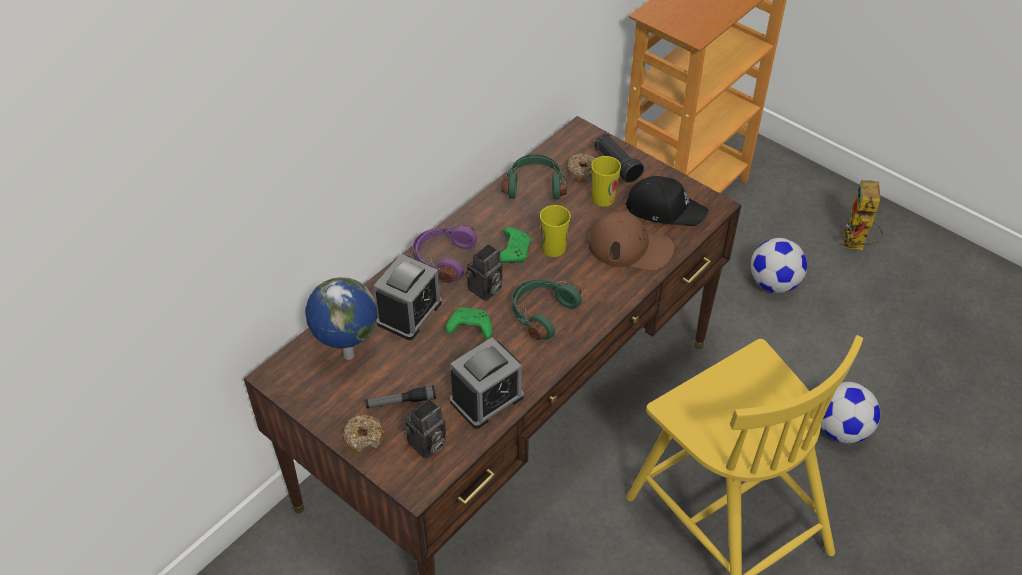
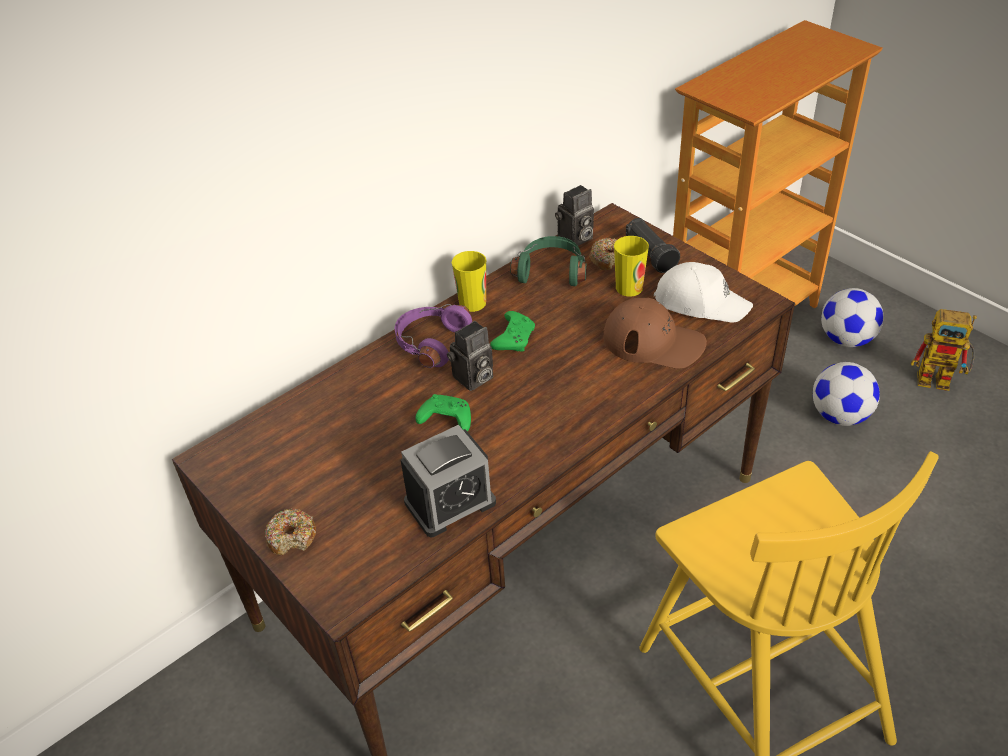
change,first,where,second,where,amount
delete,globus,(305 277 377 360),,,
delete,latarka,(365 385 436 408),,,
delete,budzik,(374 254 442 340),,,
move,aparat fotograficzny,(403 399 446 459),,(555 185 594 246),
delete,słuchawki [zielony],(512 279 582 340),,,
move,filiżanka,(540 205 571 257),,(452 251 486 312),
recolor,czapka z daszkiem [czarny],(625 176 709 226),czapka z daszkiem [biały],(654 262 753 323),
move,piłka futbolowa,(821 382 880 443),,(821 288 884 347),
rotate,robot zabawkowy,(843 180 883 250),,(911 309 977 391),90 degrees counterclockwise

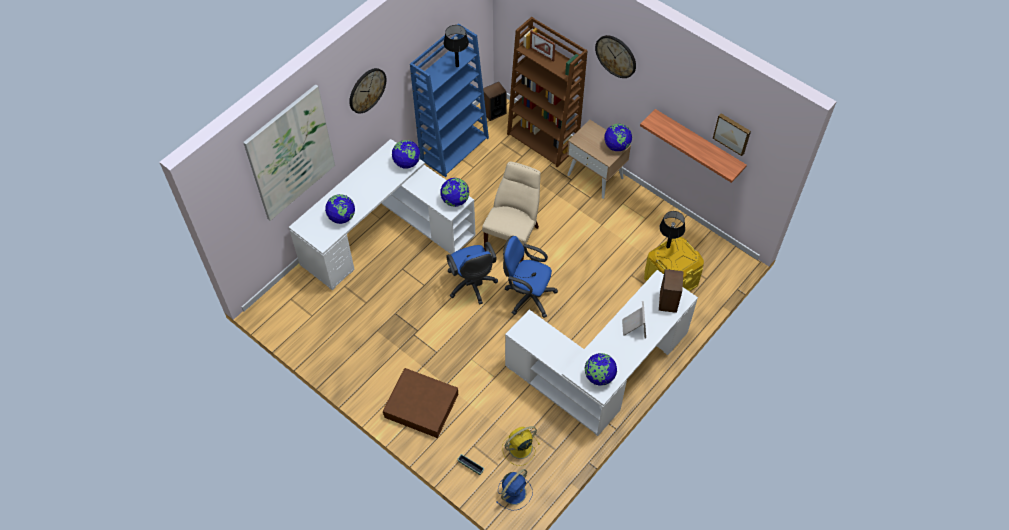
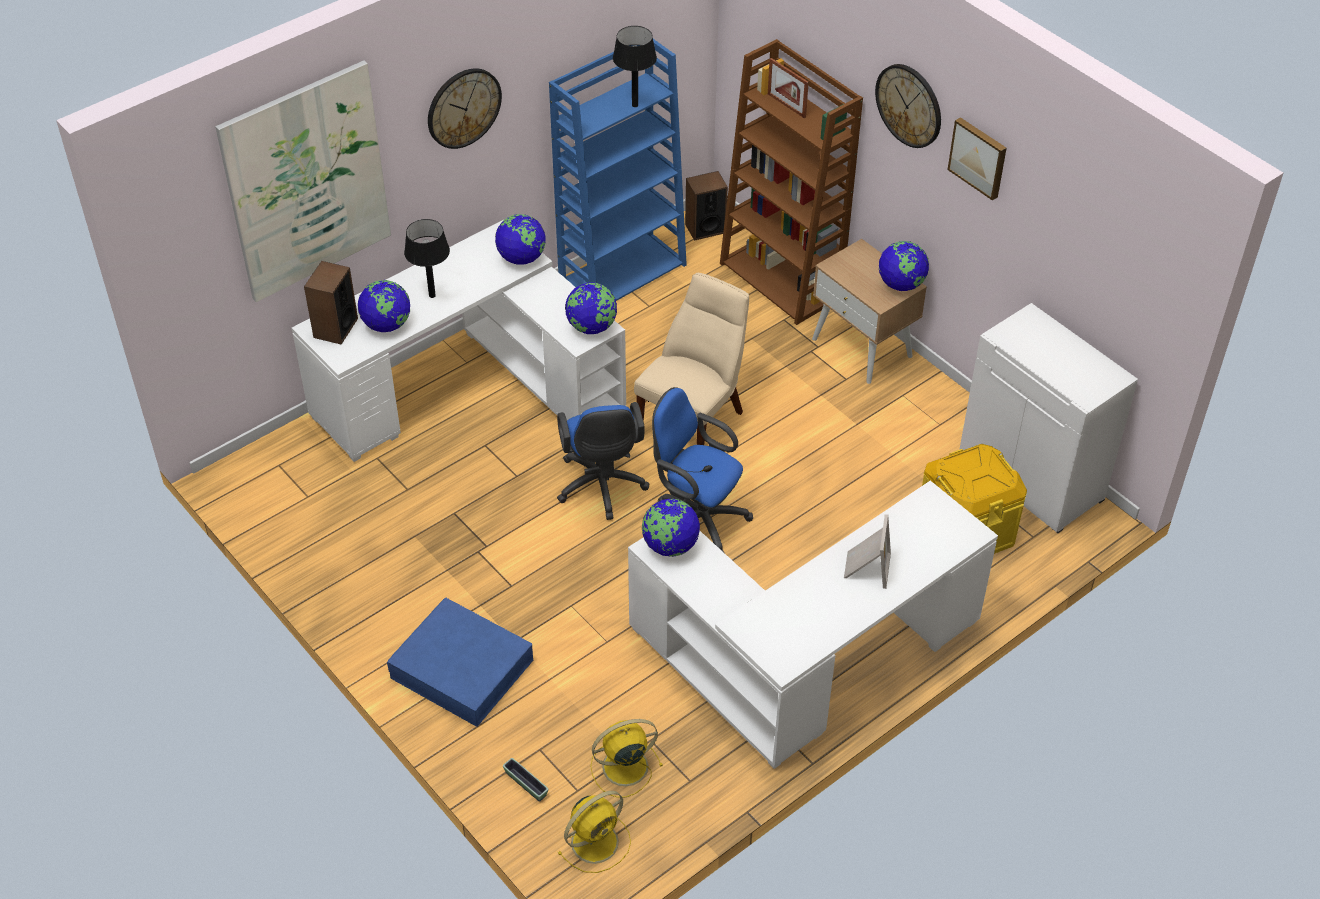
change,first,where,second,where,amount
recolor,pojemnik do przechowywania [brązowy],(383 368 459 438),pojemnik do przechowywania [niebieski],(387 598 534 727),
recolor,wentylator [niebieski],(496 469 533 511),wentylator [żółty],(558 791 631 873),
move,globus,(585 353 617 386),,(642 499 700 557),
delete,półka,(640 109 747 183),,,
move,lampa stołowa [czarny],(659 211 685 248),,(404 219 450 298),
move,głośnik,(659 269 684 313),,(304 261 358 345),
move,obraz,(713 114 751 156),,(948 117 1007 200),
insert,,,szafka [biały],(959 303 1138 533),

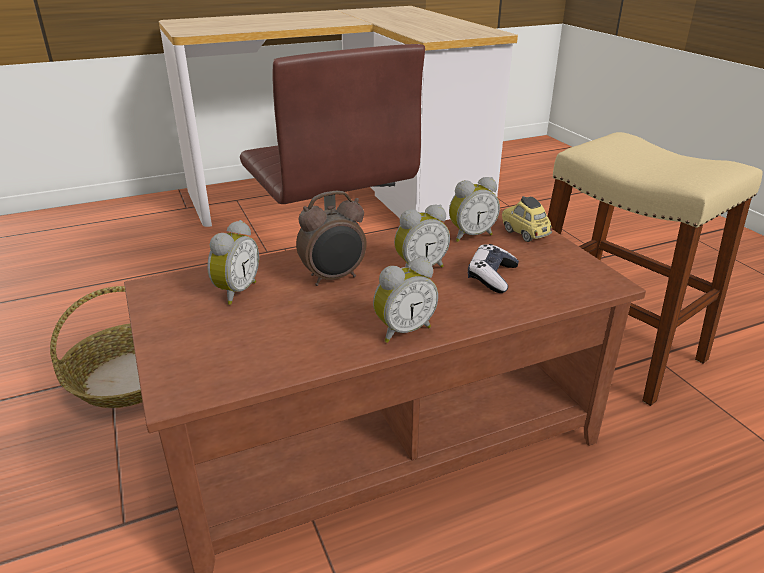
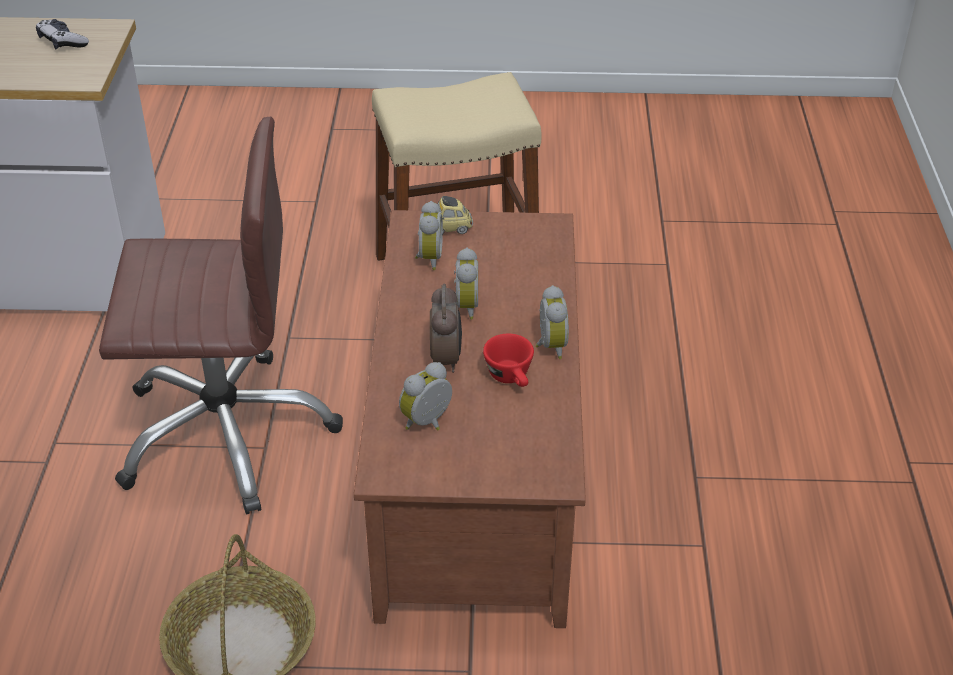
change,first,where,second,where,amount
rotate,budzik,(207 220 259 305),,(399 362 452 431),90 degrees counterclockwise
move,pad do gier,(468 244 519 293),,(36 19 89 49),
insert,,,filiżanka [czerwony],(483 334 534 387),

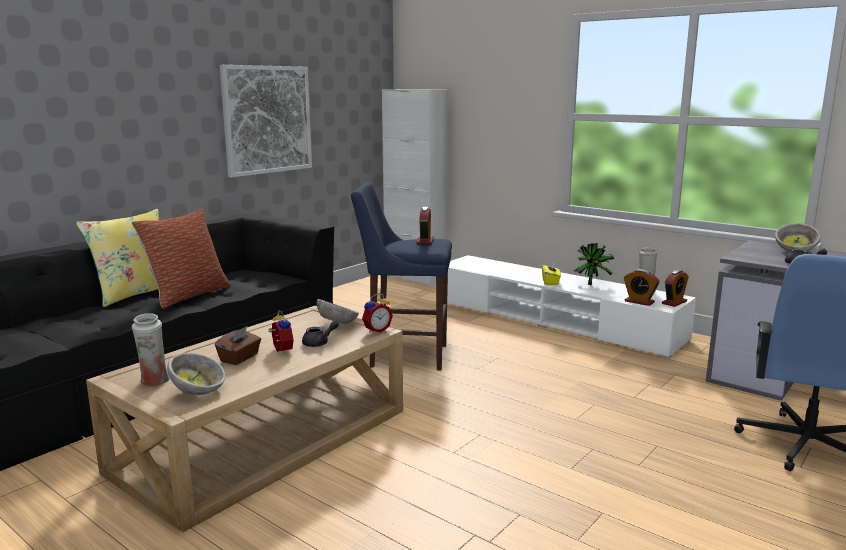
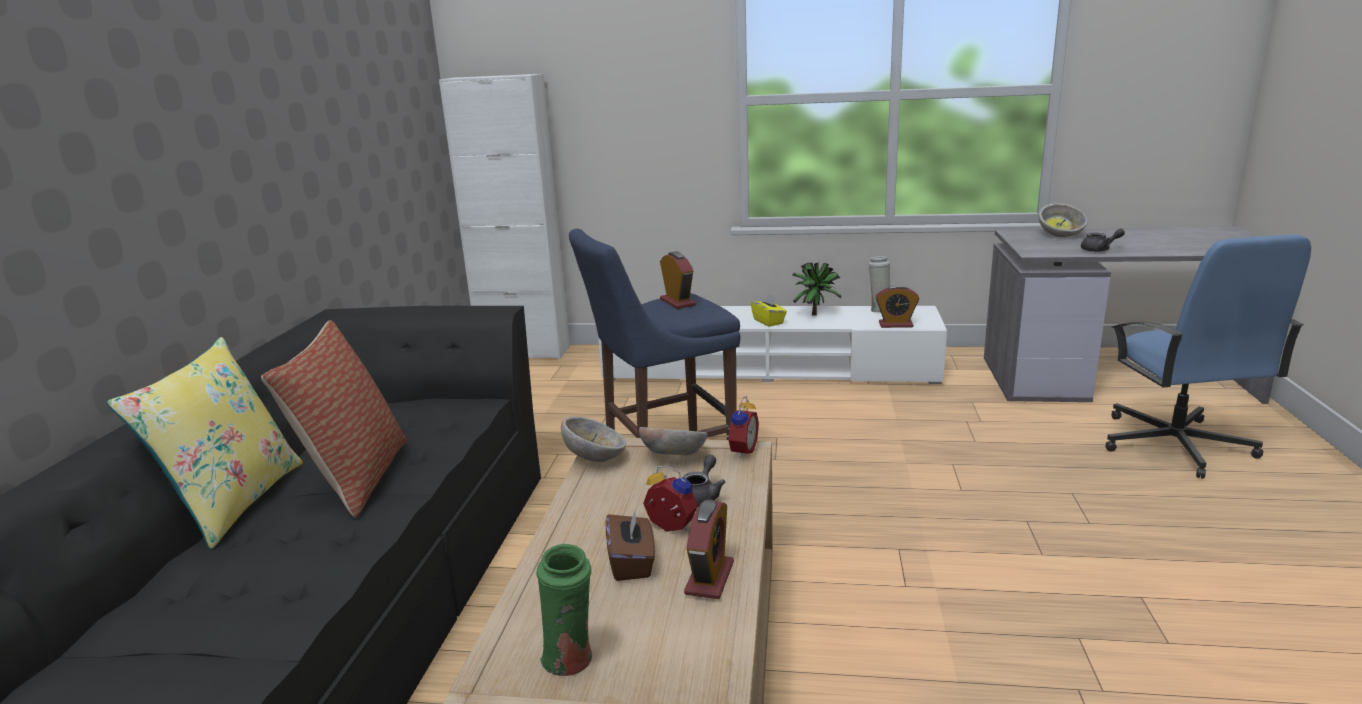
change,first,where,second,where,amount
recolor,wazon [biały],(132 313 170 386),wazon [zielony],(536 544 592 676),
move,miska,(167 353 225 395),,(561 416 626 462),
delete,obraz,(220 65 312 177),,,
move,budzik,(662 270 689 307),,(684 499 734 599),

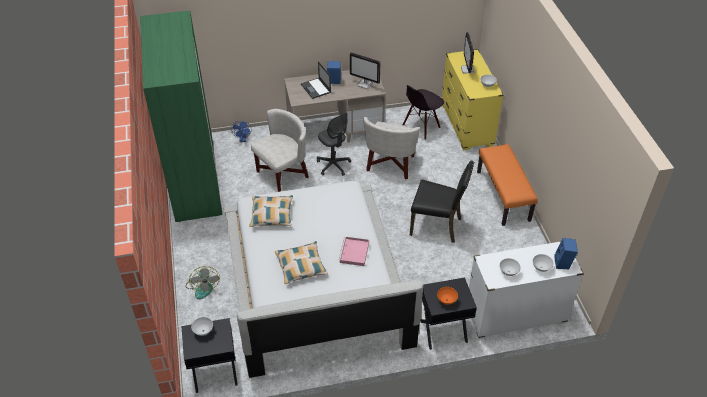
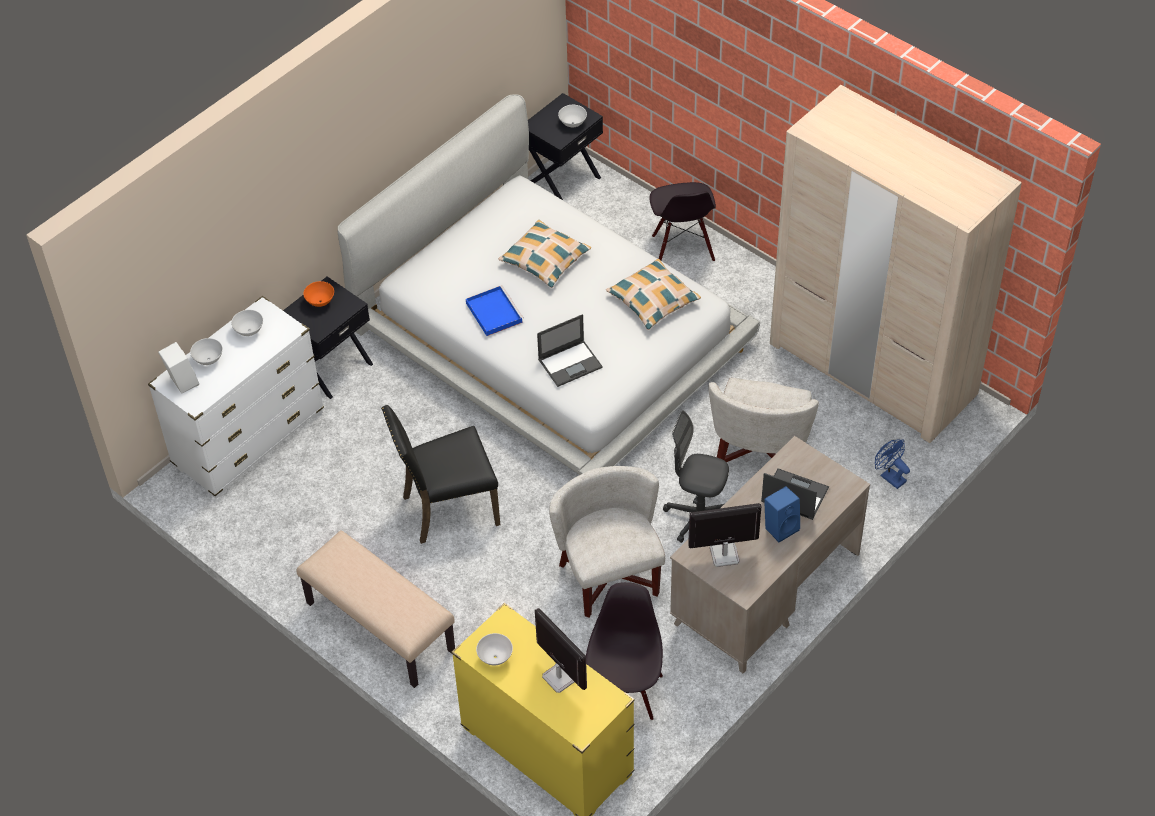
change,first,where,second,where,amount
recolor,szafa [zielony],(140 10 223 222),szafa [beżowy],(770 85 1022 443),
replace,wentylator,(185 266 220 299),krzesło [czarny],(650 182 716 262),
recolor,taca [różowy],(338 237 369 266),taca [niebieski],(466 285 524 336),
recolor,ławka [pomarańczowy],(477 144 538 226),ławka [beżowy],(297 530 455 688),
recolor,głośnik [niebieski],(554 238 578 270),głośnik [biały],(158 342 199 394),
insert,,,laptop,(537 314 603 387),

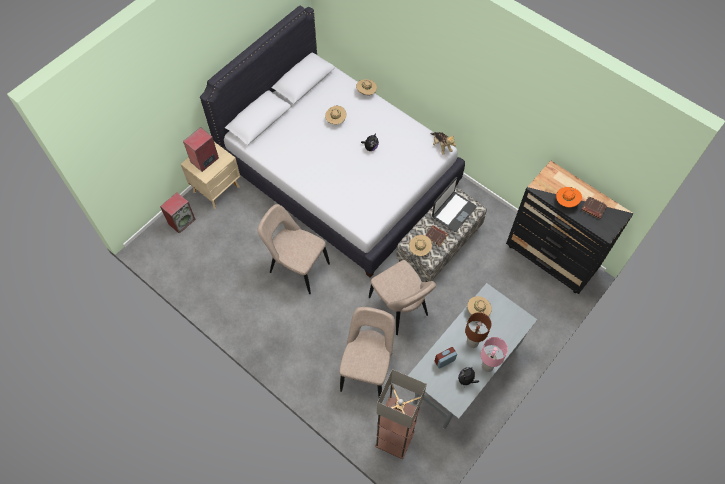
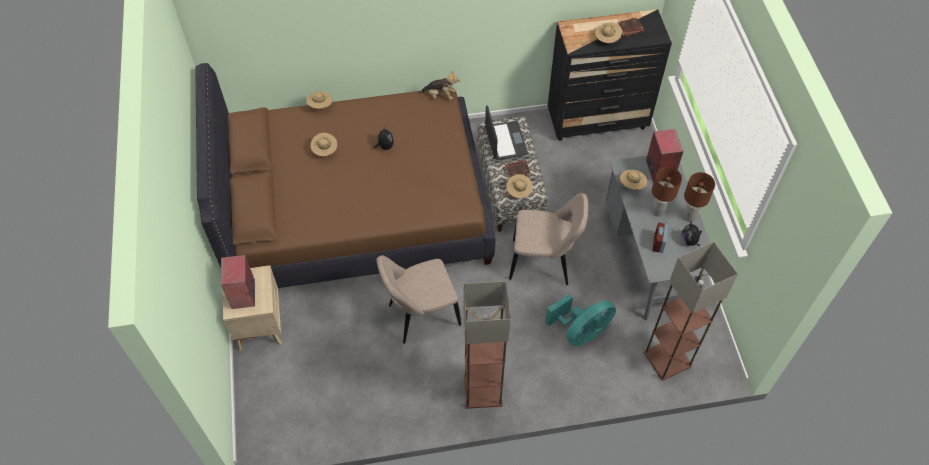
change,first,where,second,where,amount
move,głośnik,(160 192 196 234),,(646 129 684 182),
recolor,łóżko [biały],(200 5 465 278),łóżko [brązowy],(196 63 496 288),
replace,krzesło [beżowy],(339 307 395 397),wentylator [turkusowy],(545 294 616 346),
recolor,lampa stołowa [różowy],(481 337 508 372),lampa stołowa [brązowy],(683 172 715 222),
recolor,kapelusz [pomarańczowy],(556 187 582 207),kapelusz [beżowy],(595 22 622 43),
insert,,,lampa stojąca,(463 281 511 409),

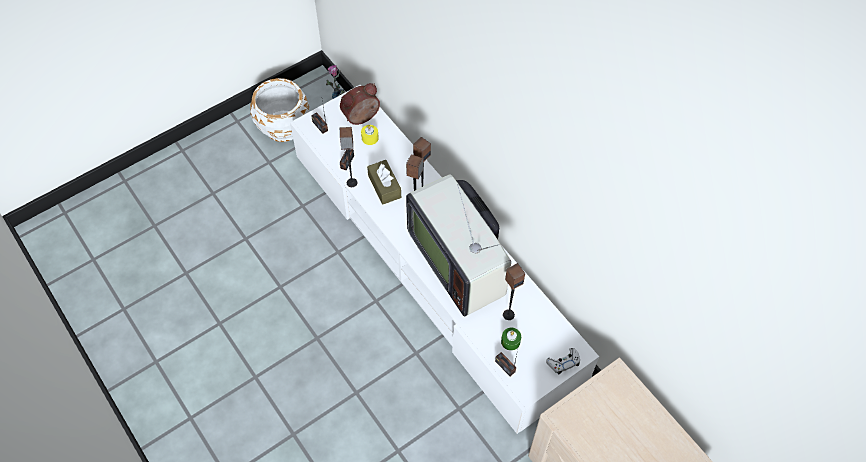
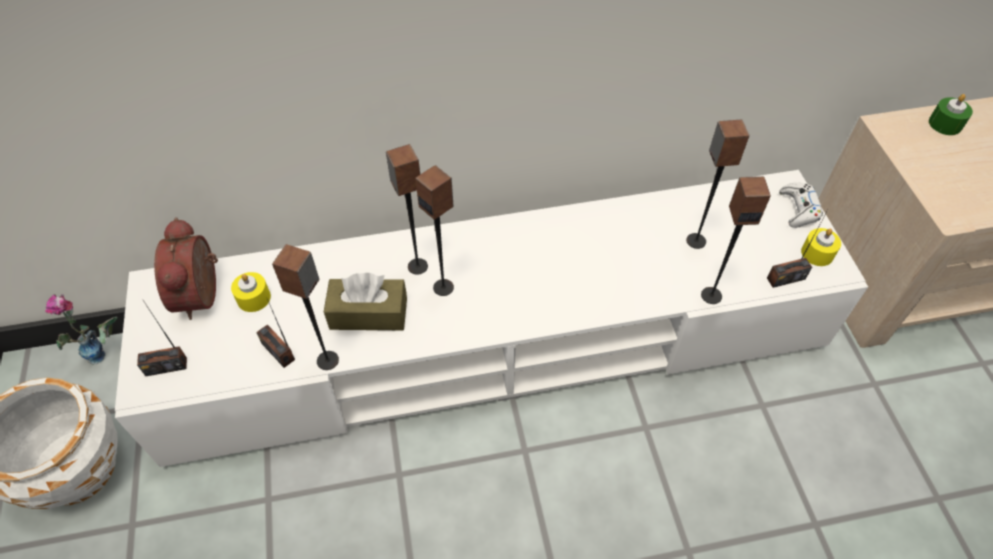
change,first,where,second,where,amount
delete,telewizor,(406 174 511 316),,,
move,świeca [zielony],(501 328 521 351),,(929 94 973 135),
insert,,,głośnik,(701 176 771 304),
insert,,,świeca [żółty],(801 228 841 266),

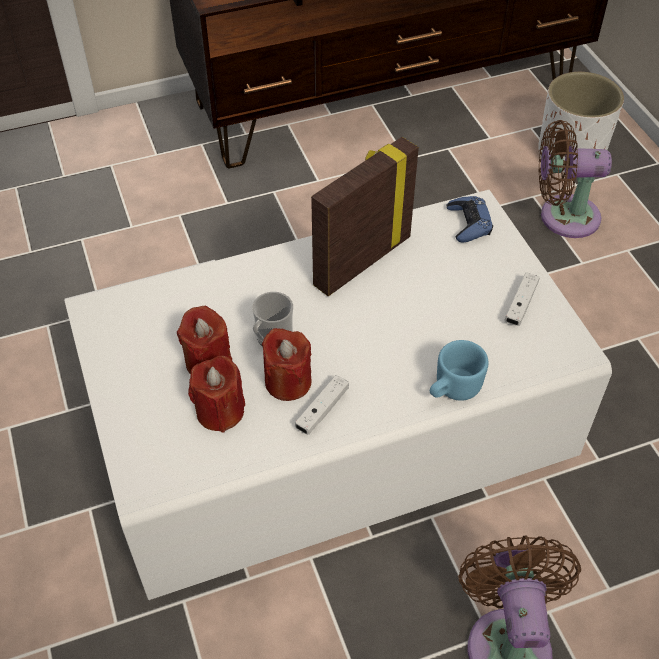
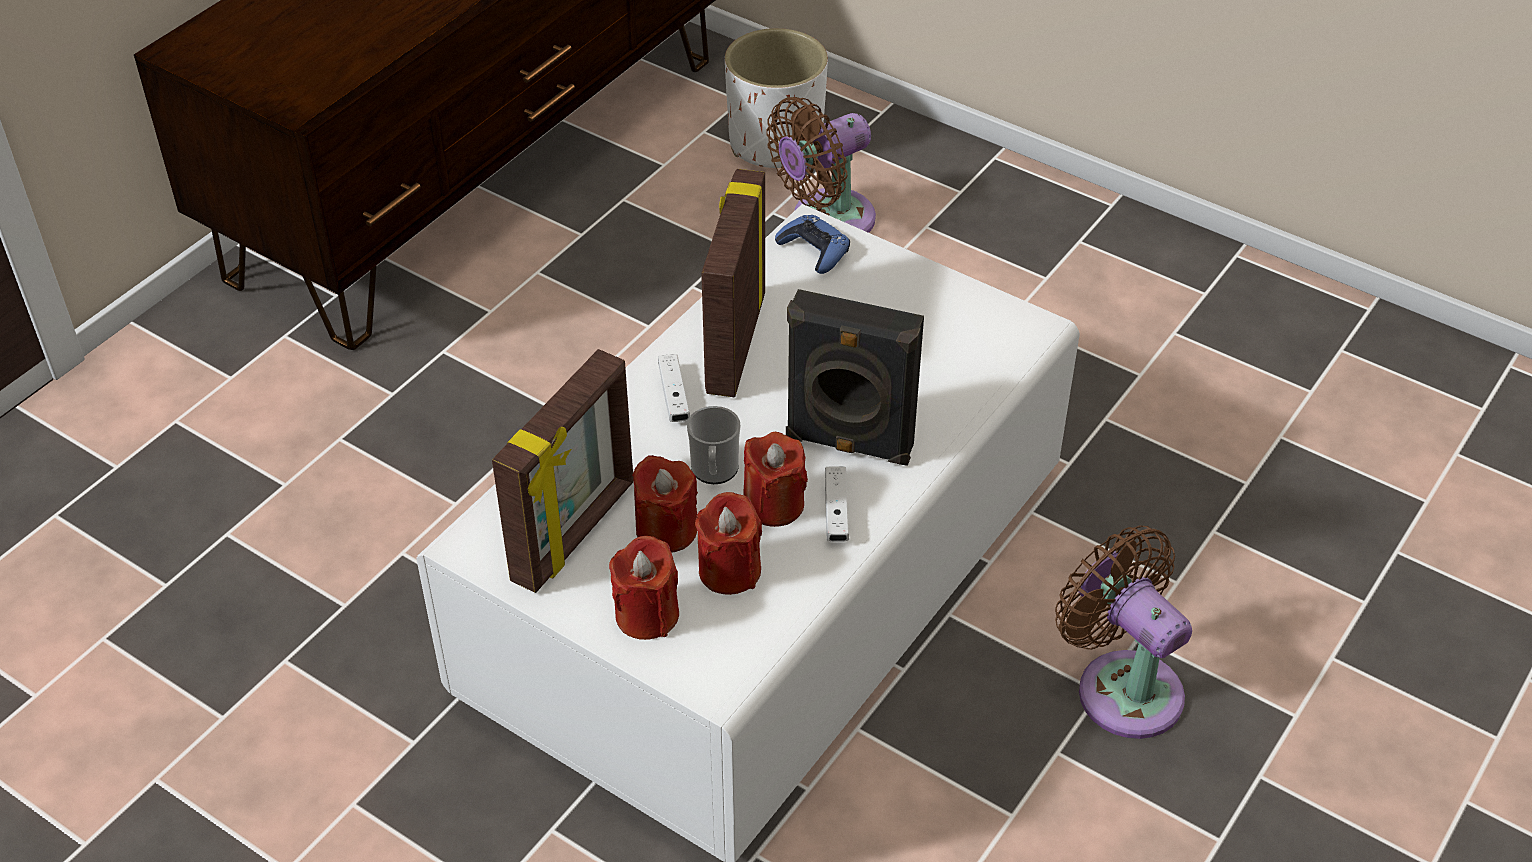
change,first,where,second,where,amount
delete,kubek [niebieski],(430 340 488 401),,,
move,pad do gier [biały],(504 272 540 326),,(658 354 690 422),
insert,,,ramka na zdjęcie,(492 349 634 593),
insert,,,świeca [czerwony],(609 536 679 640),
insert,,,głośnik [czarny],(786 289 924 466),

